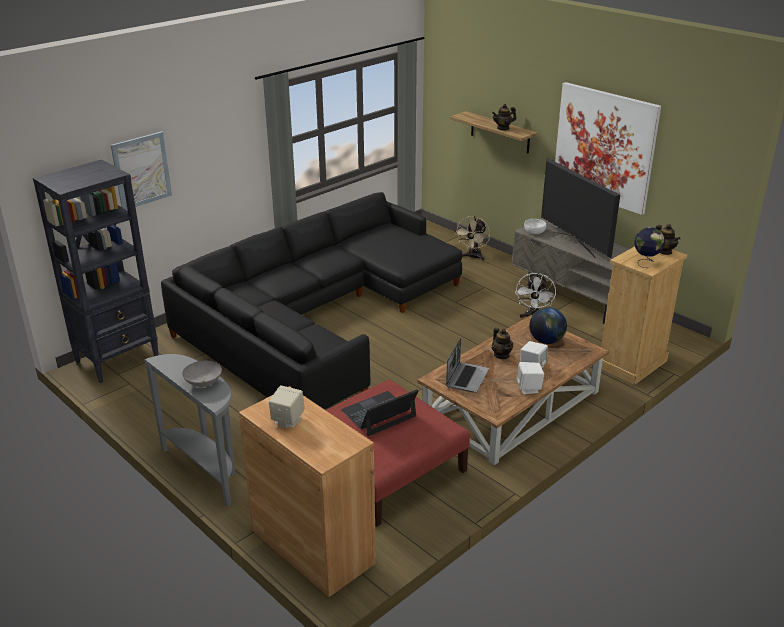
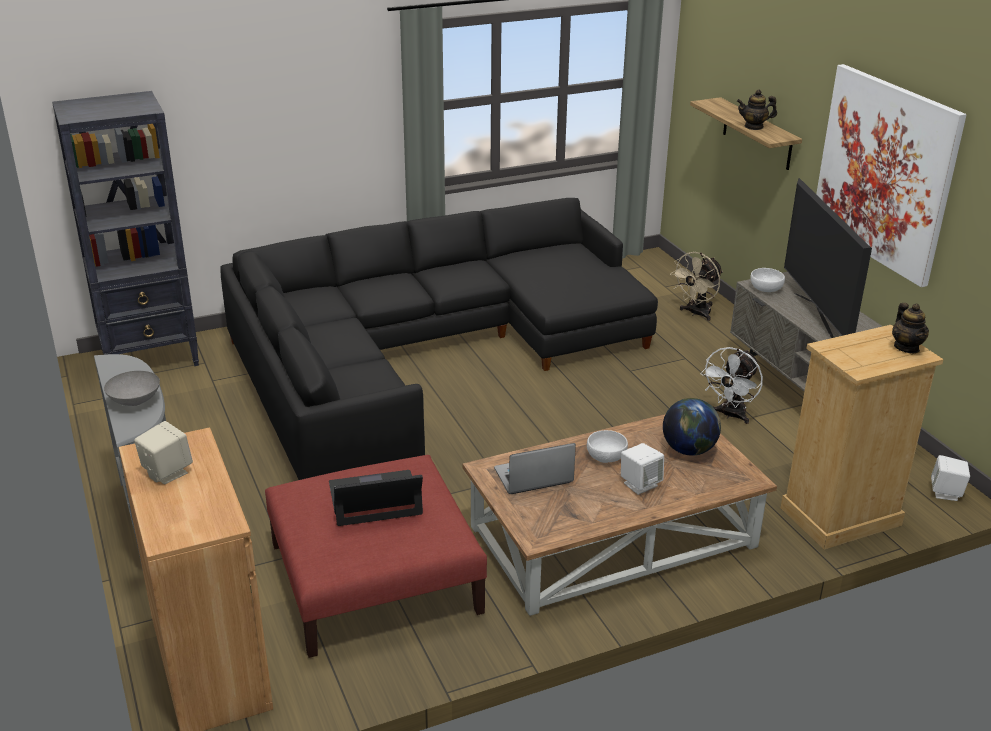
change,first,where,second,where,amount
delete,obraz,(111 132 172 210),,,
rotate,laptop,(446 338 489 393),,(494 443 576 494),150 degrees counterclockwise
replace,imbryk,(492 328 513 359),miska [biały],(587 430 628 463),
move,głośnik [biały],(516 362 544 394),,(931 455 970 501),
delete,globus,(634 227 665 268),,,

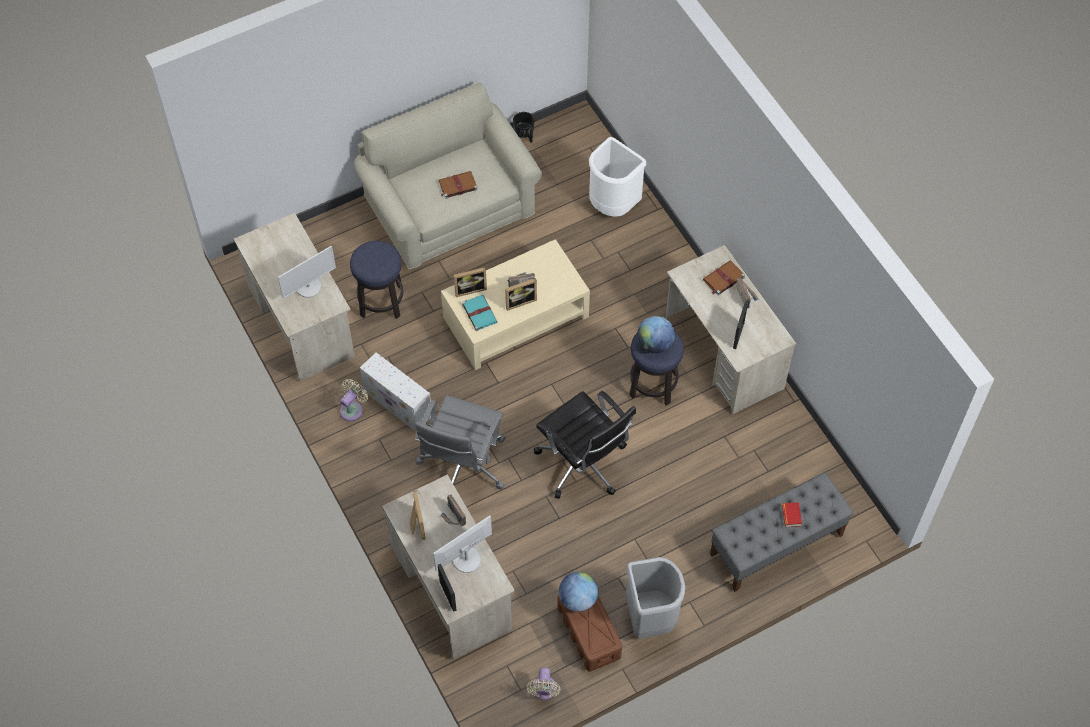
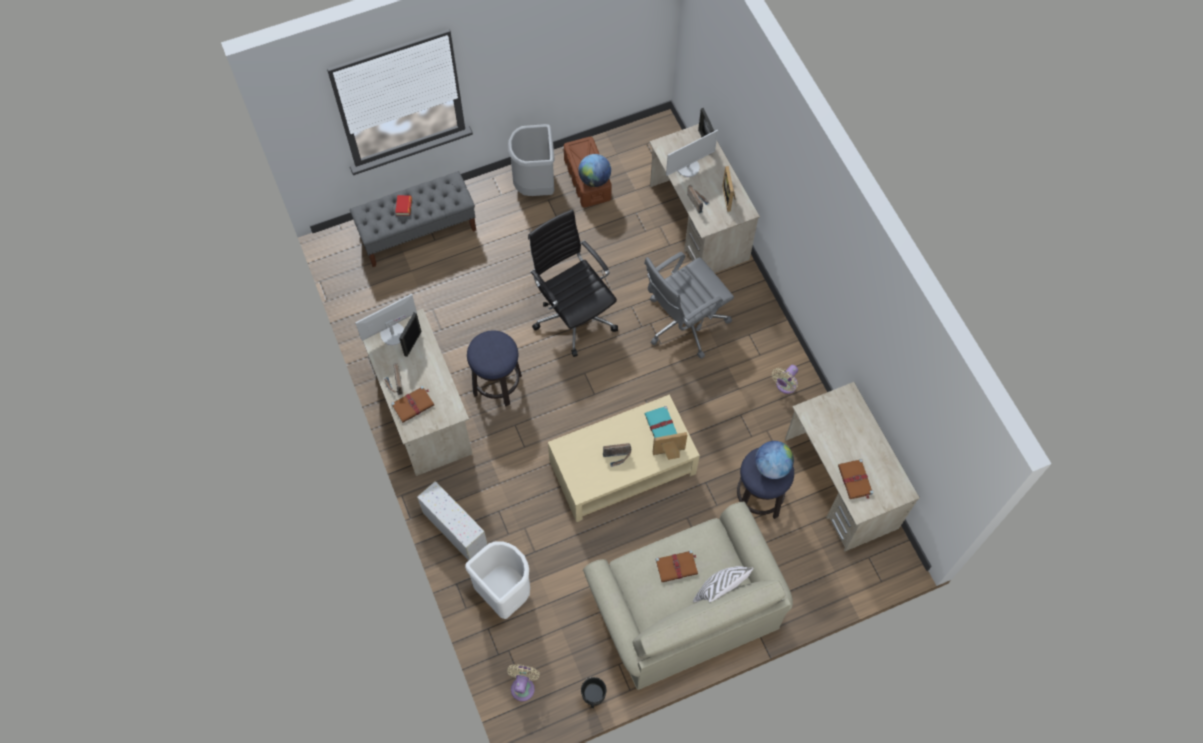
change,first,where,second,where,amount
move,monitor,(278 246 336 299),,(355 294 417 345),
move,pojemnik do przechowywania [biały],(360 352 431 432),,(417 481 488 561),
rotate,krzesło biurowe [szary],(415 395 506 490),,(644 252 734 359),150 degrees counterclockwise
delete,ramka na zdjęcie,(505 278 537 311),,,
move,wentylator [beżowy],(526 667 561 700),,(507 664 540 701),
move,globus,(637 316 675 354),,(755 441 794 479),
insert,,,poduszka [biały],(693 566 754 602),
insert,,,książka [brązowy],(838 459 873 499),

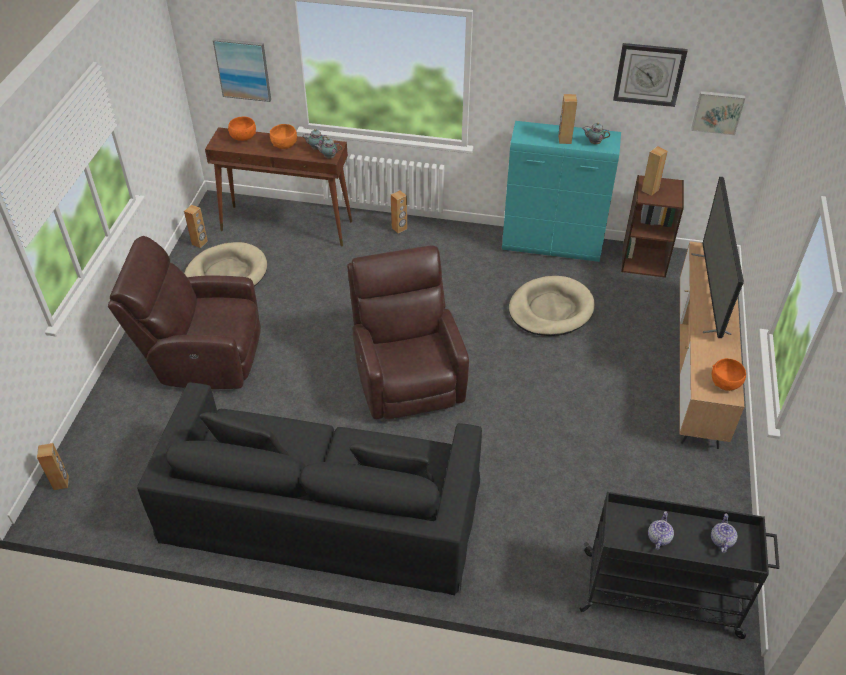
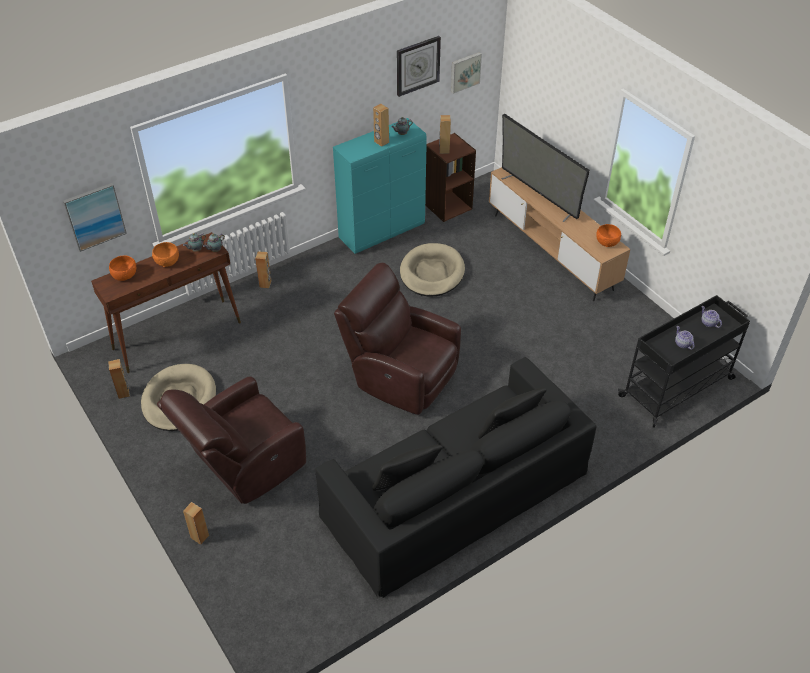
change,first,where,second,where,amount
move,głośnik [brązowy],(37 443 69 490),,(183 502 209 545),

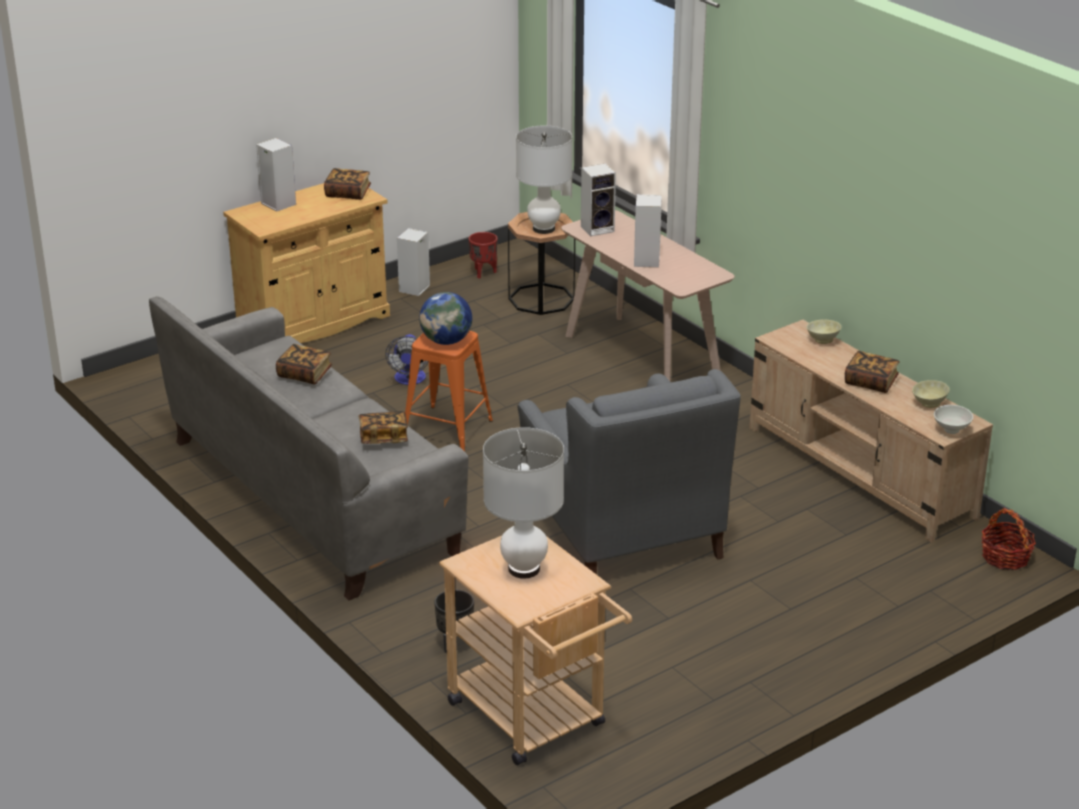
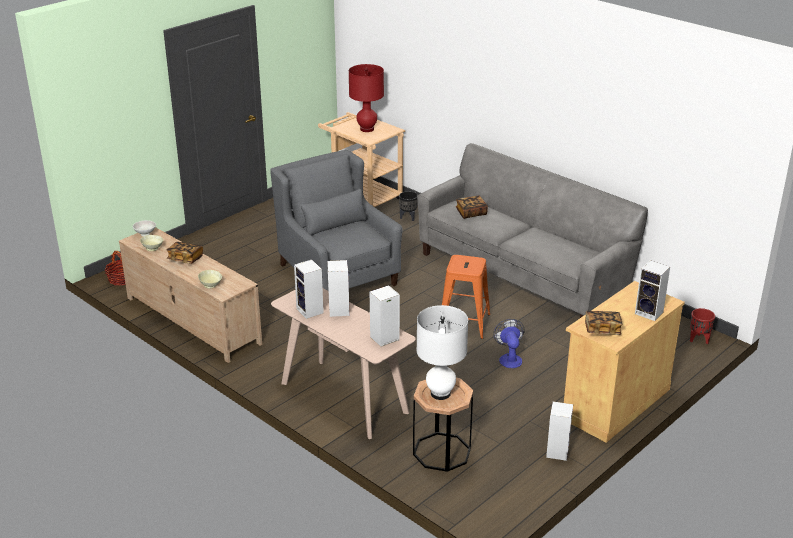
change,first,where,second,where,amount
delete,książka,(276 344 332 385),,,
delete,globus,(419 292 472 345),,,
move,donica [czerwony],(469 232 498 278),,(690 308 715 344),
recolor,lampa stołowa [biały],(483 427 564 579),lampa stołowa [czerwony],(349 64 384 132),
insert,,,głośnik,(294 260 324 319),

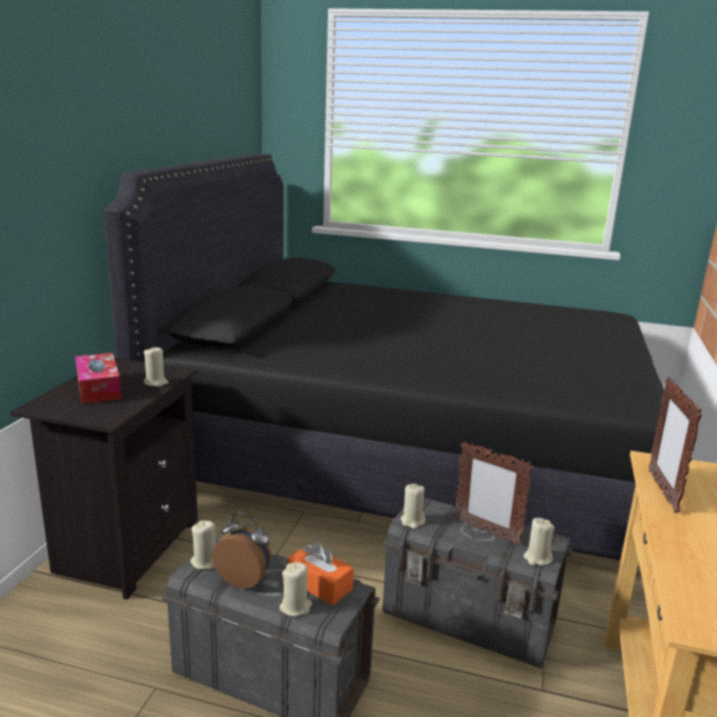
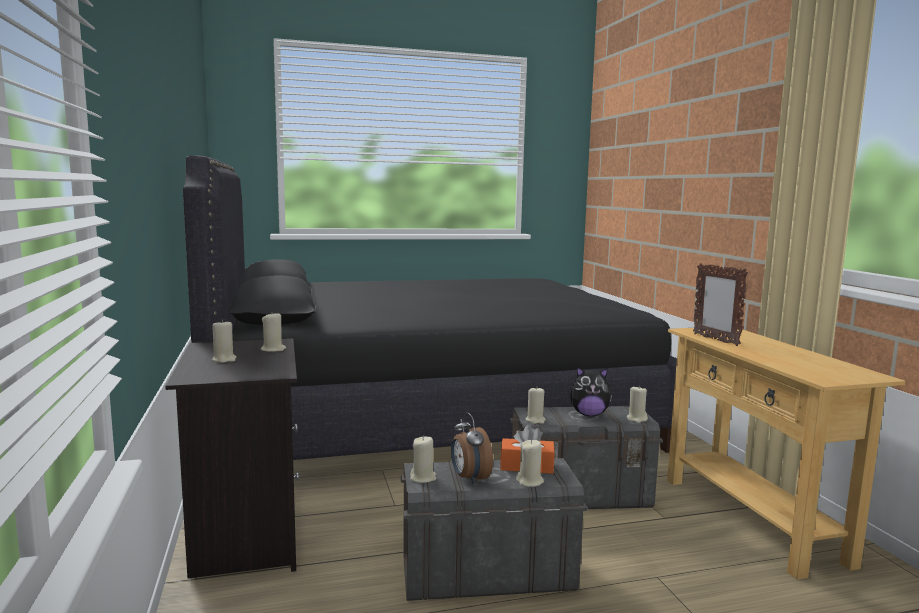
change,first,where,second,where,amount
replace,pudełko chusteczek,(75 353 122 404),świeca [beżowy],(212 319 237 363),
rotate,budzik,(212 512 271 589),,(451 412 493 484),105 degrees counterclockwise
replace,ramka na zdjęcie,(455 441 533 545),pluszak,(570 366 612 416),

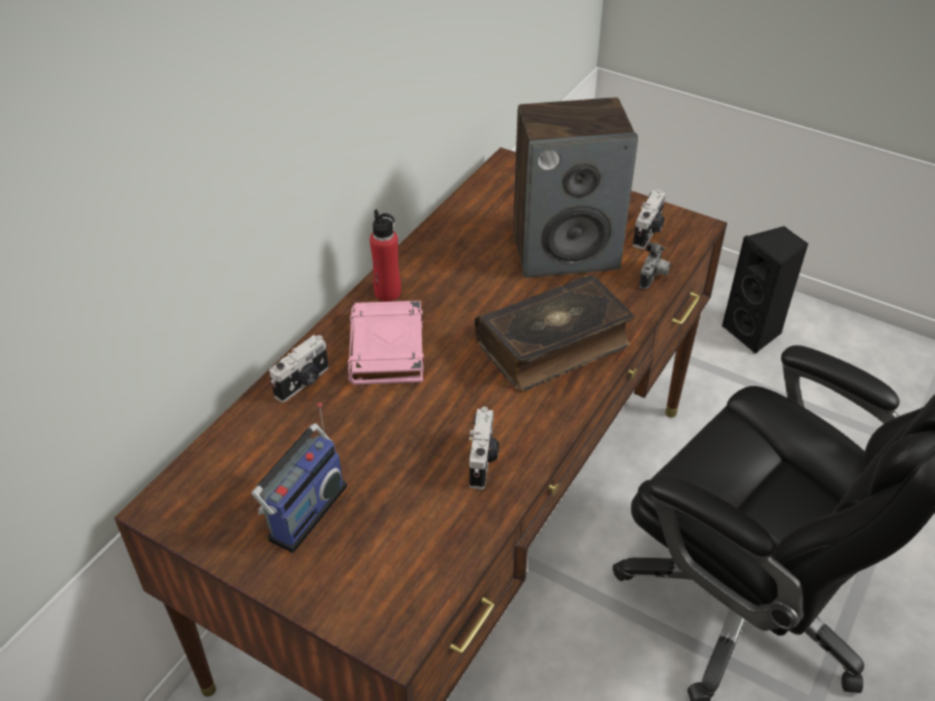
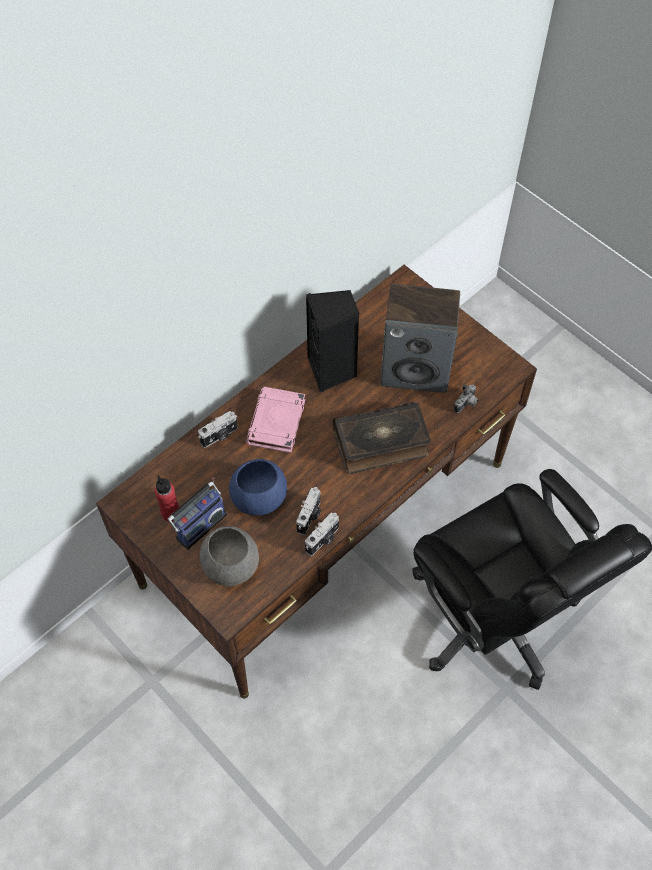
change,first,where,second,where,amount
move,butelka [czerwony],(370 209 401 302),,(155 475 179 521),
move,aparat fotograficzny,(633 190 666 249),,(305 512 339 556),
move,głośnik [czarny],(722 226 808 354),,(306 290 360 392),
insert,,,miska [szary],(200 526 259 586),
insert,,,miska [niebieski],(229 459 287 516),

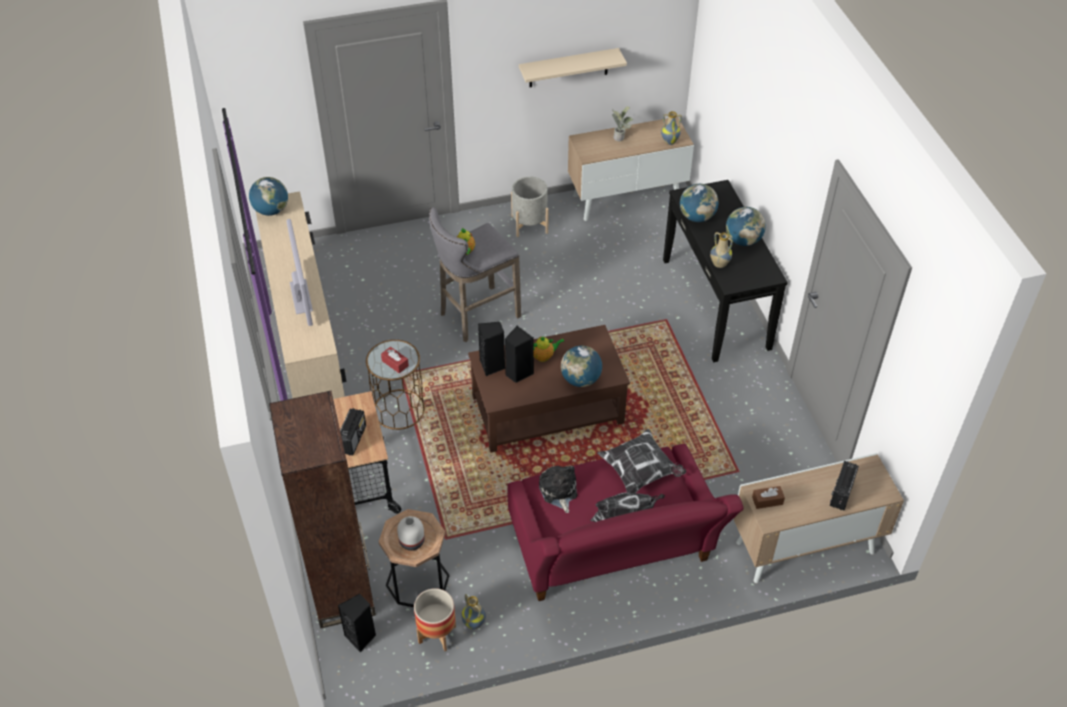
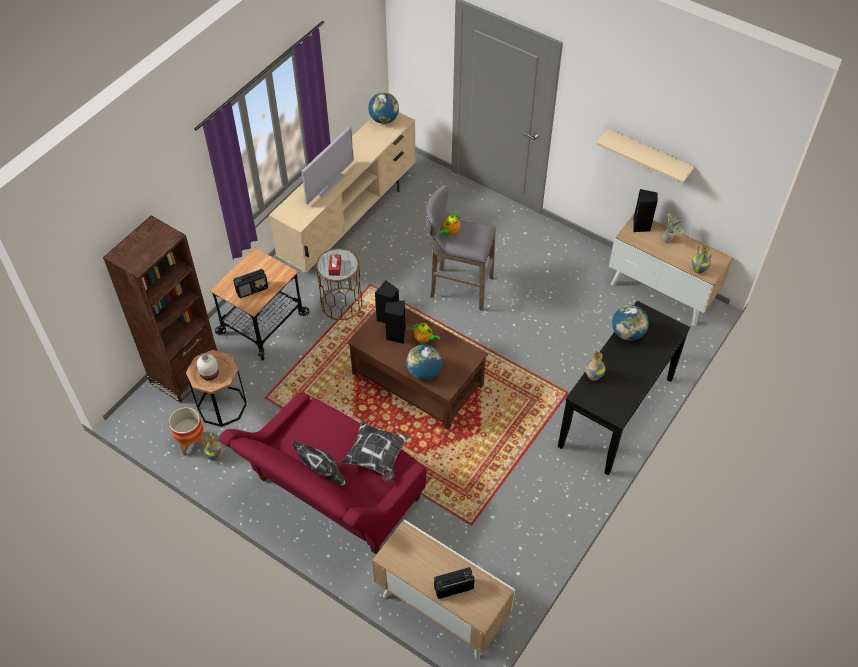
change,first,where,second,where,amount
move,głośnik [czarny],(338 594 376 652),,(633 189 658 232),
delete,donica [szary],(511 177 549 237),,,
delete,pluszak,(539 466 577 513),,,
delete,globus,(726 207 766 246),,,
delete,pudełko chusteczek [brązowy],(752 486 785 509),,,

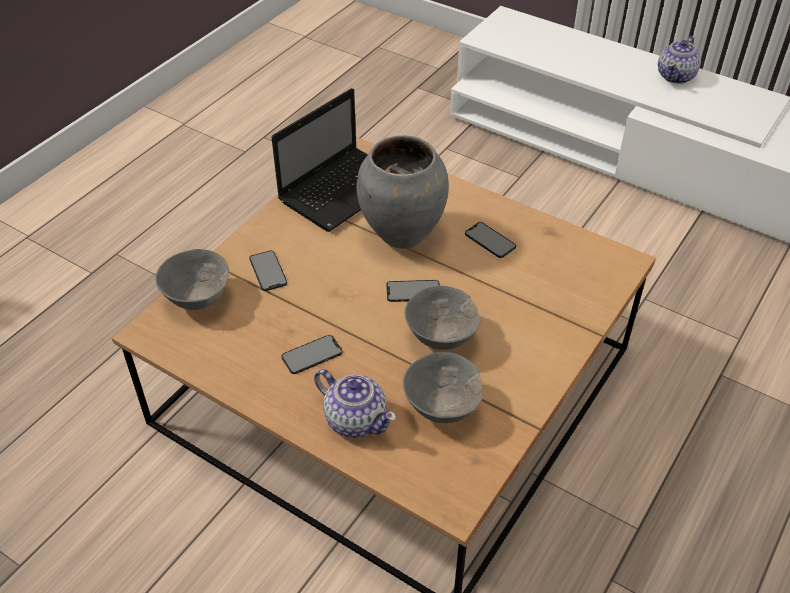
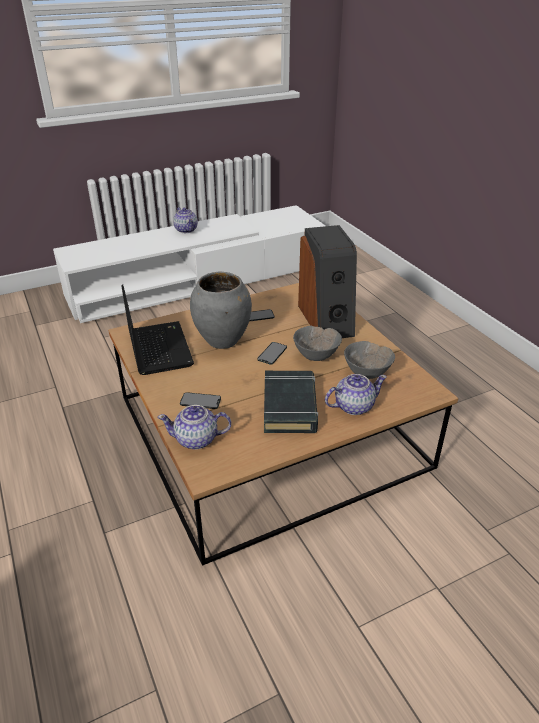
change,first,where,second,where,amount
replace,miska [szary],(156 249 229 310),imbryk,(157 405 231 450),
replace,telefon,(282 335 343 374),książka [czarny],(264 371 318 433),
insert,,,głośnik,(298 225 357 338),

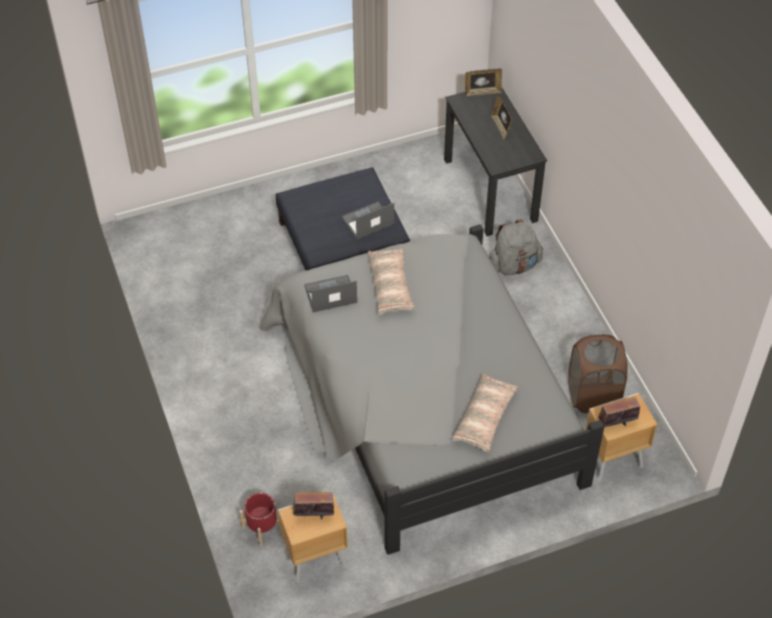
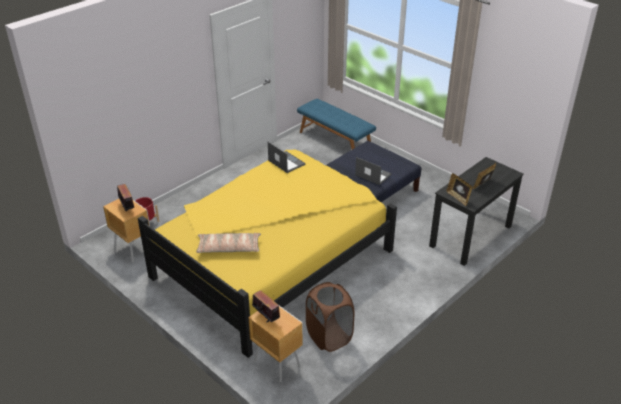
change,first,where,second,where,amount
recolor,łóżko [szary],(260 224 605 555),łóżko [żółty],(138 150 397 358),
delete,poduszka,(368 249 415 315),,,
move,ramka na zdjęcie,(465 69 502 96),,(446 173 472 206),
delete,plecak [szary],(489 219 544 275),,,
insert,,,ławka [niebieski],(297 99 376 149),

